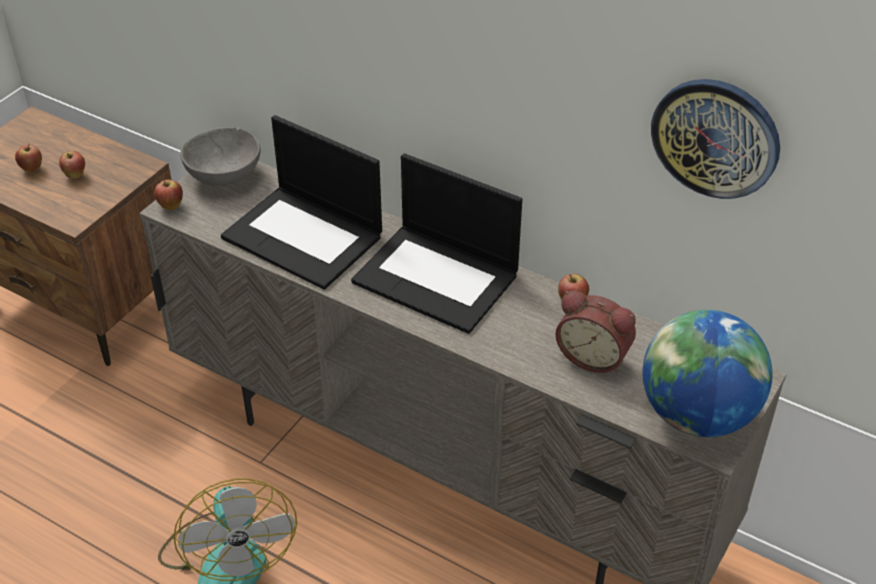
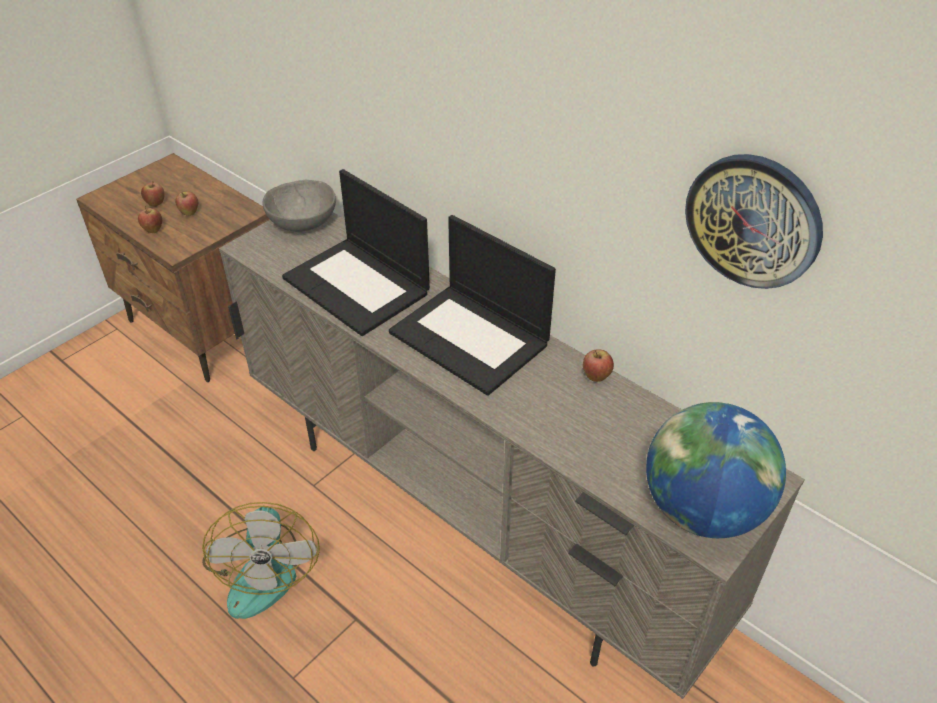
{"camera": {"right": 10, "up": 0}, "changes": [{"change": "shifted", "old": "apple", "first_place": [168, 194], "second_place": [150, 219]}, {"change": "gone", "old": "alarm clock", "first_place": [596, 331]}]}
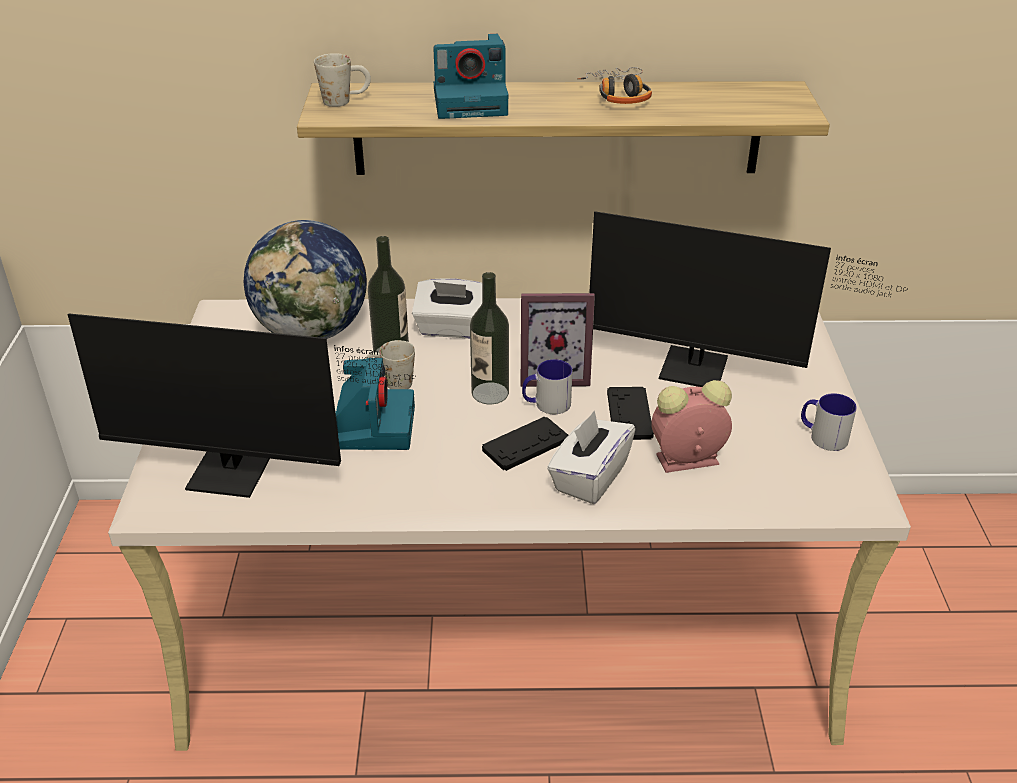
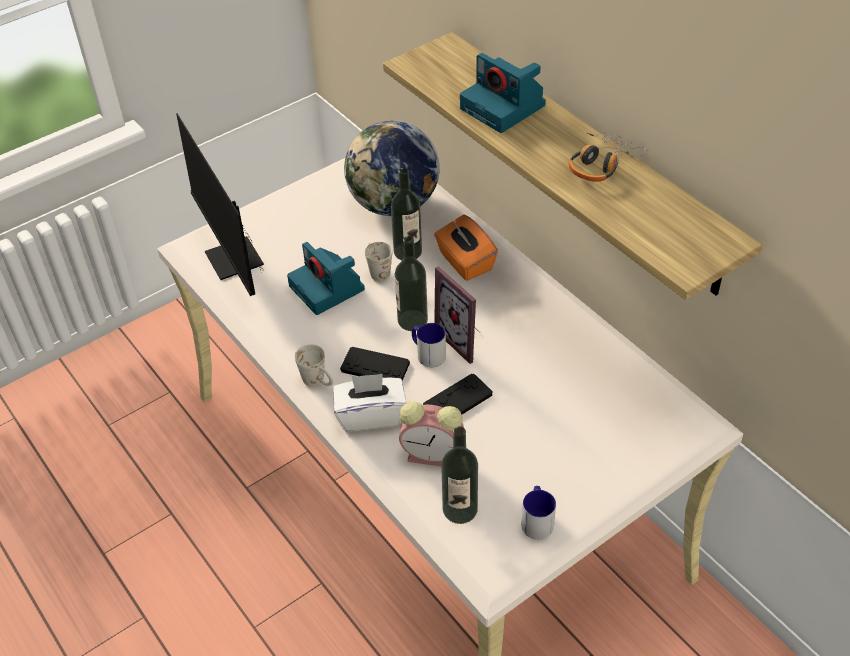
{"camera": {"right": 55, "up": 10}, "changes": [{"change": "rotated", "old": "photo camera", "first_place": [375, 404], "second_place": [326, 278], "degrees": 90}, {"change": "shifted", "old": "mug in white", "first_place": [342, 80], "second_place": [314, 365]}, {"change": "rotated", "old": "alarm clock", "first_place": [691, 426], "second_place": [431, 433], "degrees": 150}, {"change": "repainted", "old": "tissue box in white", "new": "tissue box in orange", "first_place": [447, 309], "second_place": [466, 247]}, {"change": "new", "new": "bottle", "second_place": [459, 475]}, {"change": "gone", "old": "monitor", "first_place": [748, 299]}]}
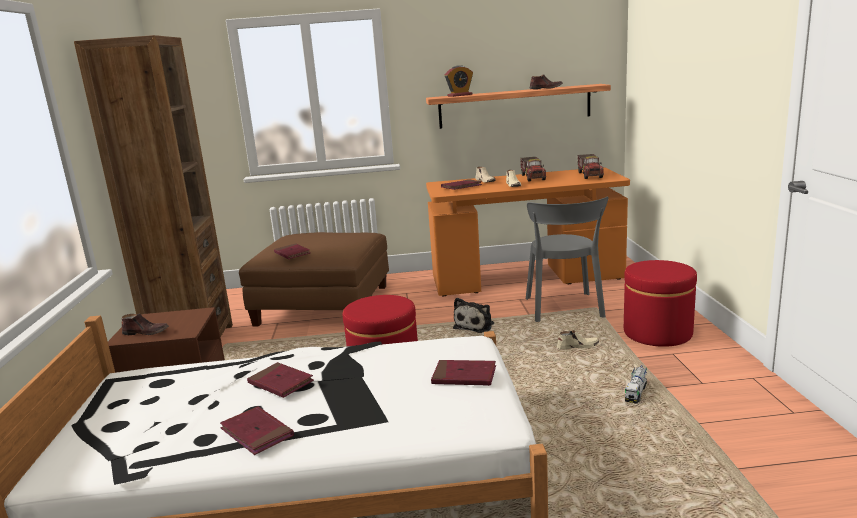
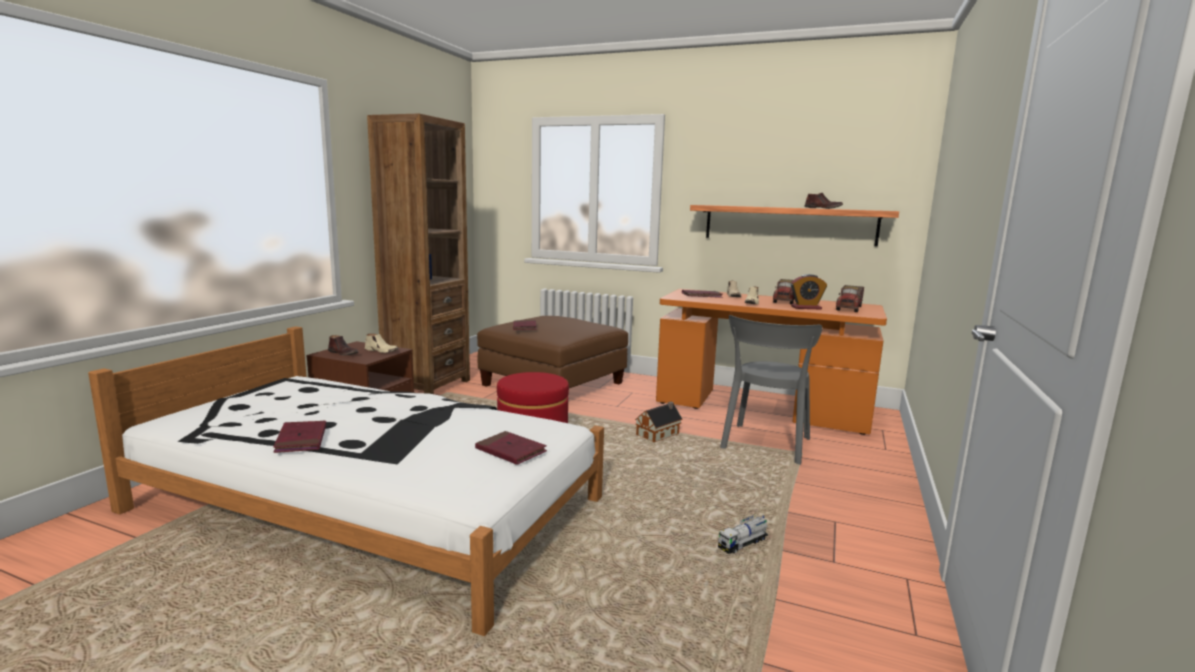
{"camera": {"right": 25, "up": -5}, "changes": [{"change": "shifted", "old": "shoe in beige", "first_place": [578, 339], "second_place": [381, 343]}, {"change": "swapped", "old": "plush toy", "new": "toy house", "first_place": [473, 315], "second_place": [659, 421]}, {"change": "shifted", "old": "alarm clock", "first_place": [459, 81], "second_place": [809, 291]}, {"change": "gone", "old": "book in red", "first_place": [280, 380]}, {"change": "gone", "old": "ottoman in red", "first_place": [660, 303]}]}
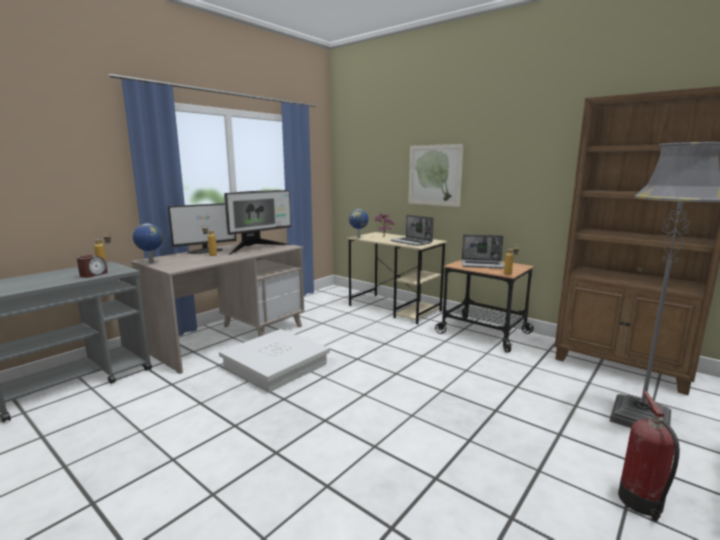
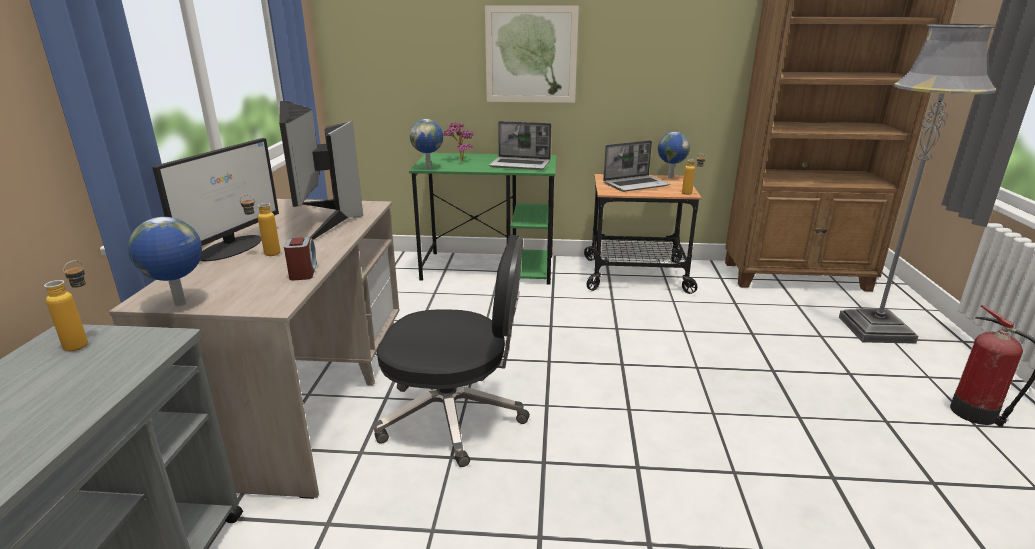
{"camera": {"right": -35, "up": 10}, "changes": [{"change": "rotated", "old": "monitor", "first_place": [257, 222], "second_place": [321, 170], "degrees": 150}, {"change": "shifted", "old": "alarm clock", "first_place": [92, 266], "second_place": [300, 258]}, {"change": "swapped", "old": "storage box in white", "new": "office chair in black", "first_place": [274, 360], "second_place": [452, 351]}, {"change": "repainted", "old": "desk in beige", "new": "desk in green", "first_place": [397, 278], "second_place": [483, 219]}, {"change": "new", "new": "globe", "second_place": [674, 155]}]}
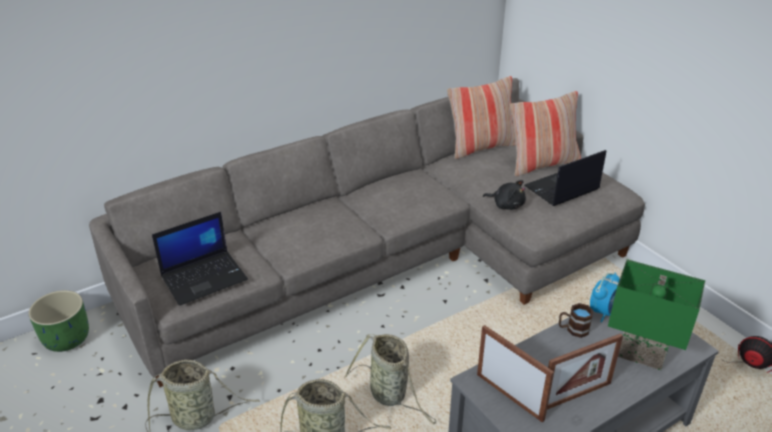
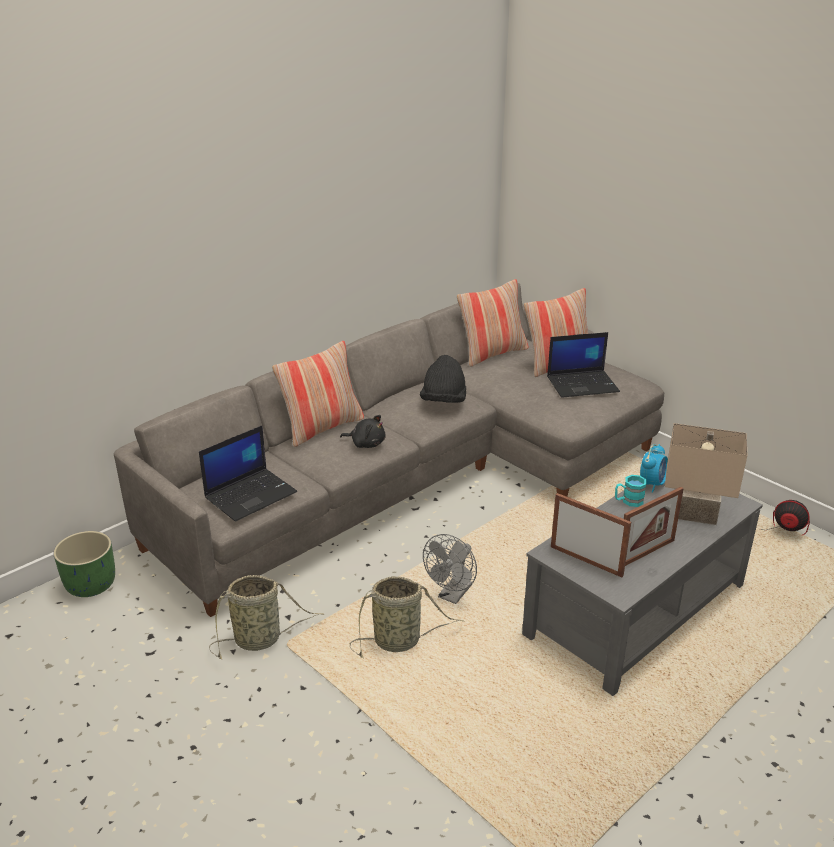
{"camera": {"right": -10, "up": -5}, "changes": [{"change": "new", "new": "pillow", "second_place": [318, 394]}, {"change": "shifted", "old": "plush toy in black", "first_place": [504, 195], "second_place": [363, 431]}, {"change": "new", "new": "hat in black", "second_place": [443, 379]}, {"change": "swapped", "old": "basket", "new": "fan in grey", "first_place": [390, 379], "second_place": [450, 569]}, {"change": "rotated", "old": "laptop", "first_place": [565, 178], "second_place": [583, 365], "degrees": -150}, {"change": "repainted", "old": "mug in brown", "new": "mug in turquoise", "first_place": [576, 320], "second_place": [631, 491]}, {"change": "repainted", "old": "table lamp in green", "new": "table lamp in beige", "first_place": [656, 314], "second_place": [706, 474]}]}
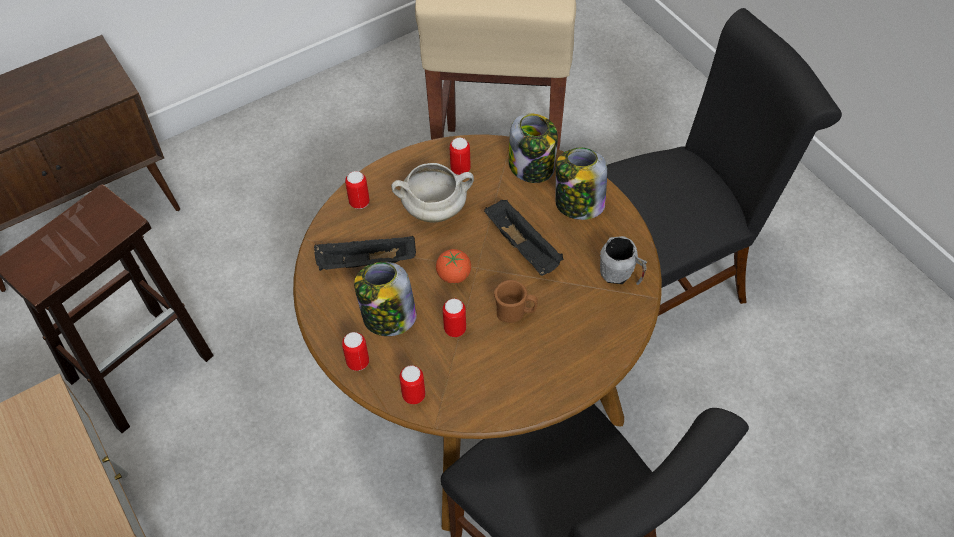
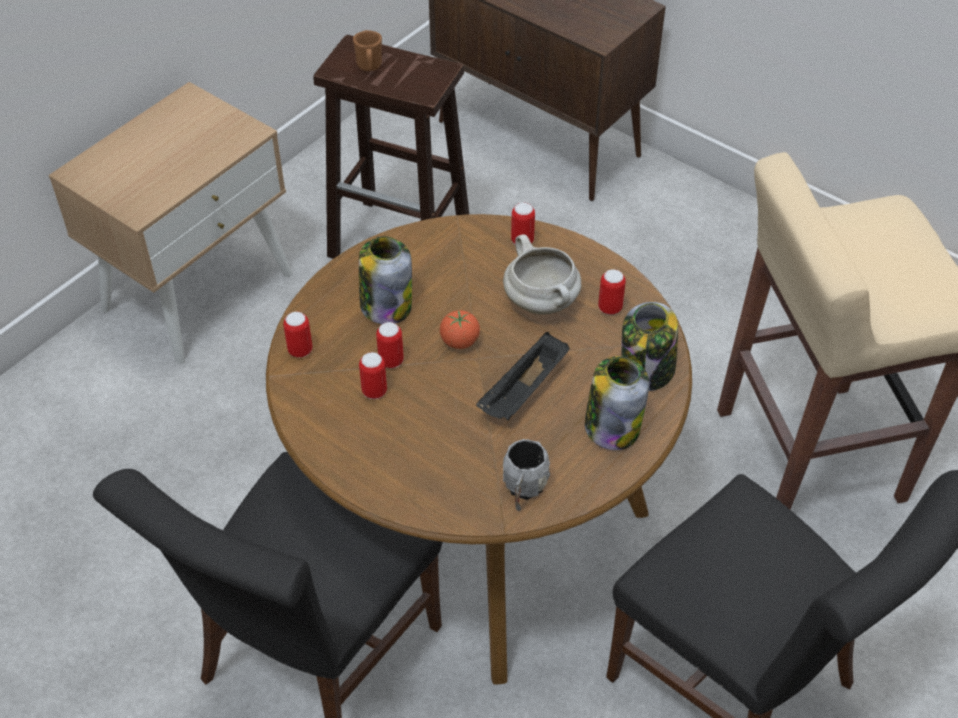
{"camera": {"right": 70, "up": -5}, "changes": [{"change": "shifted", "old": "mug in brown", "first_place": [516, 301], "second_place": [367, 50]}, {"change": "shifted", "old": "can", "first_place": [355, 351], "second_place": [373, 375]}, {"change": "gone", "old": "tray in black", "first_place": [365, 253]}]}
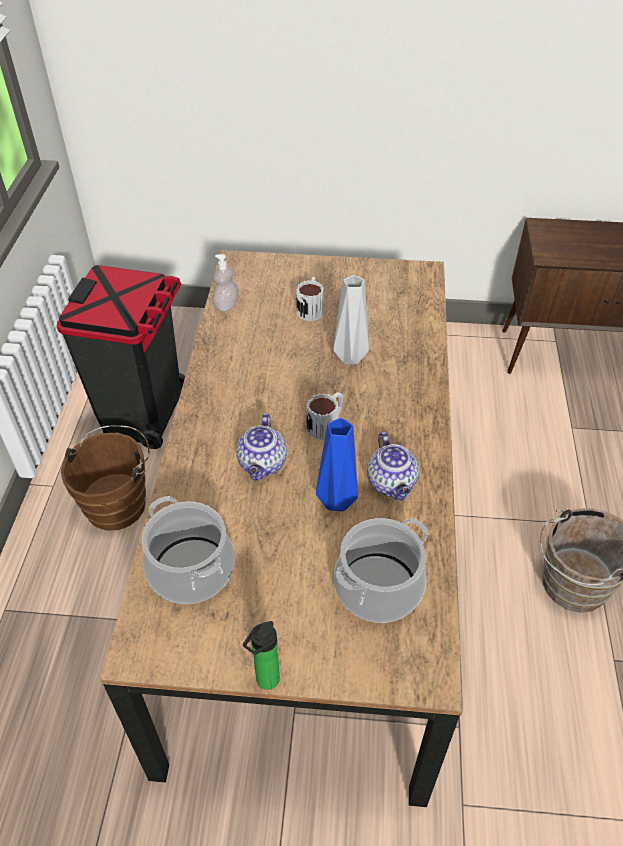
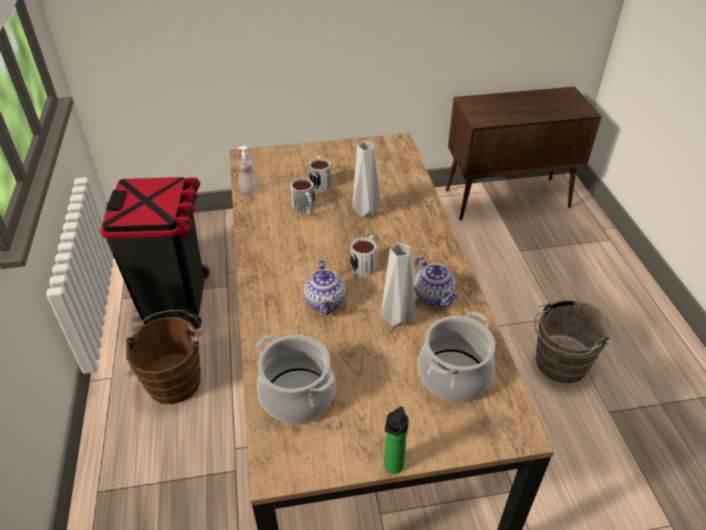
{"camera": {"right": -15, "up": -5}, "changes": [{"change": "new", "new": "mug", "second_place": [302, 195]}, {"change": "repainted", "old": "vase in blue", "new": "vase in grey", "first_place": [337, 465], "second_place": [398, 284]}]}
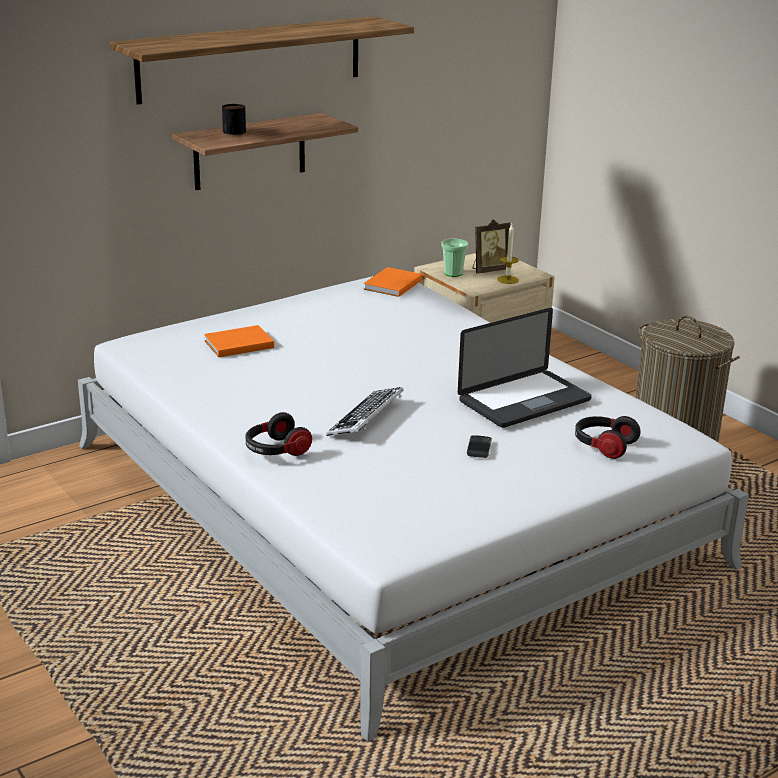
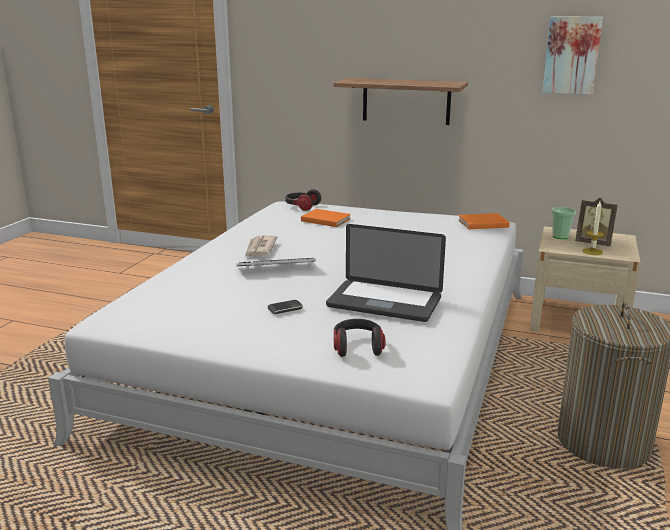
{"camera": {"right": 55, "up": -5}, "changes": [{"change": "new", "new": "newspaper", "second_place": [261, 246]}, {"change": "shifted", "old": "headphones", "first_place": [279, 434], "second_place": [303, 200]}, {"change": "new", "new": "picture", "second_place": [573, 55]}, {"change": "gone", "old": "shelf", "first_place": [262, 60]}, {"change": "gone", "old": "mug", "first_place": [234, 119]}]}
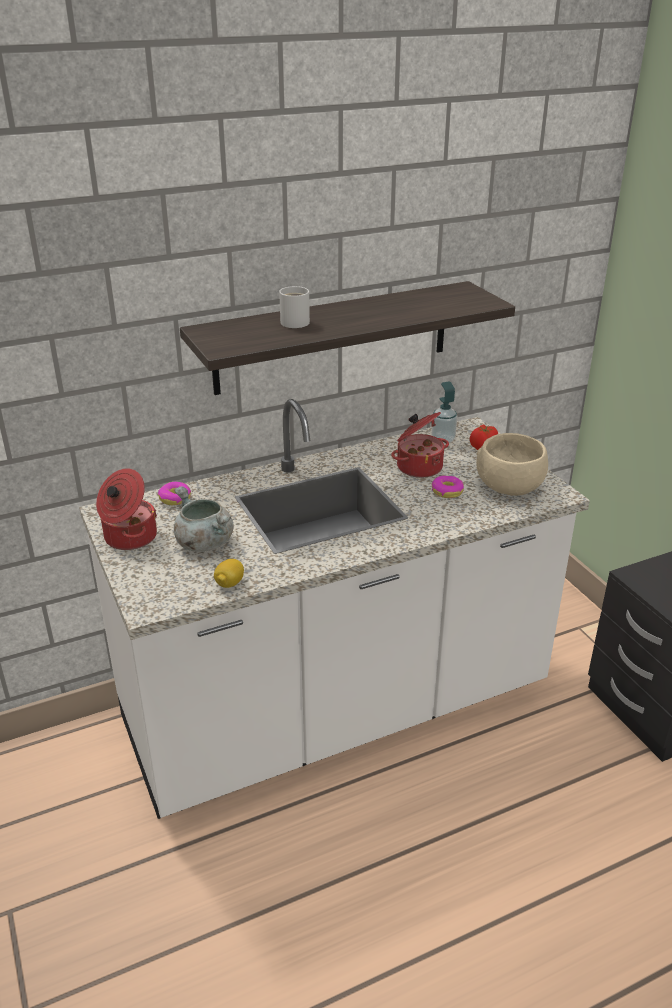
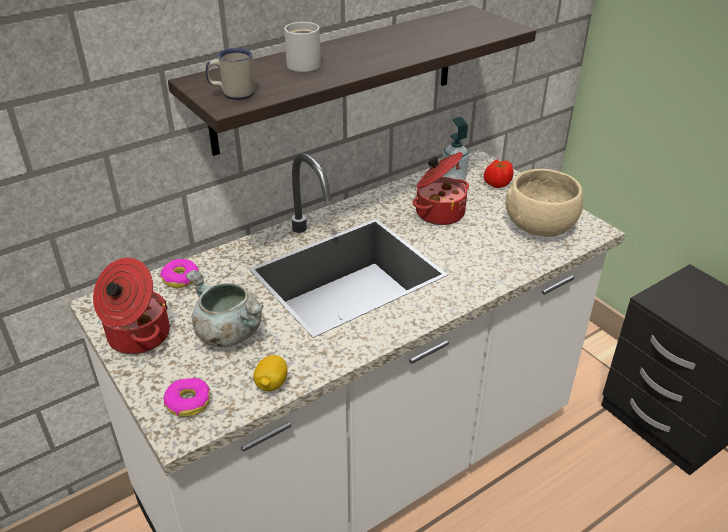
{"camera": {"right": -10, "up": 5}, "changes": [{"change": "shifted", "old": "donut", "first_place": [448, 486], "second_place": [187, 397]}, {"change": "new", "new": "mug in white", "second_place": [230, 74]}]}
